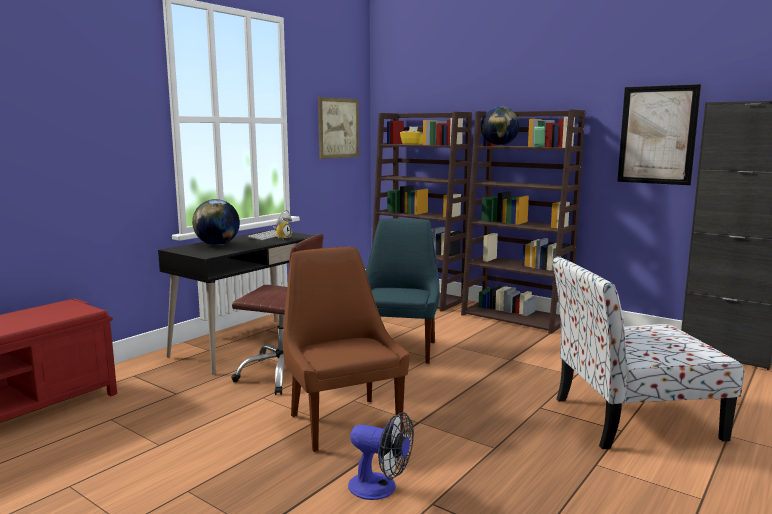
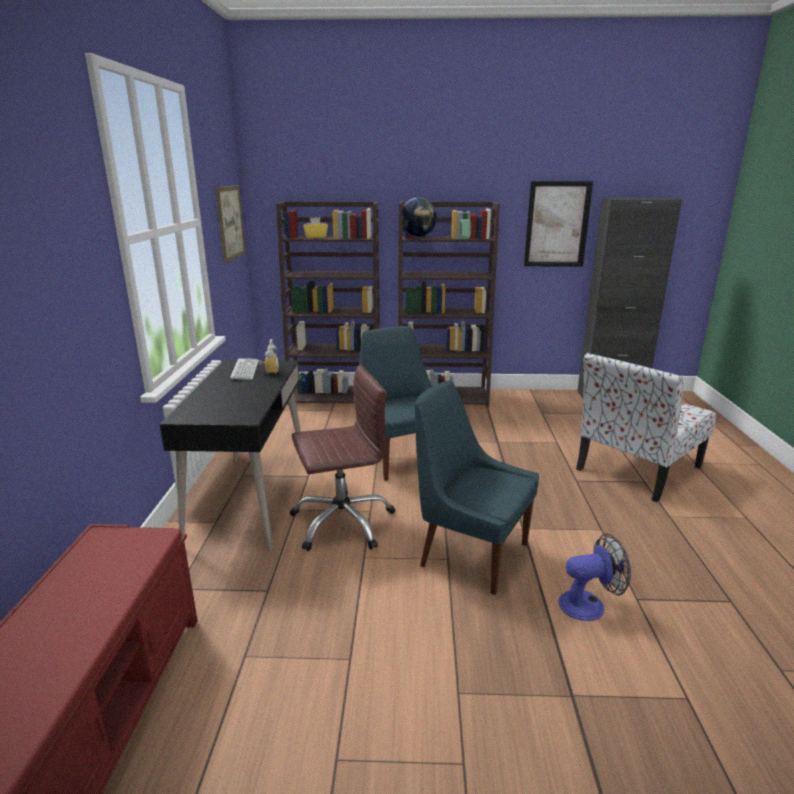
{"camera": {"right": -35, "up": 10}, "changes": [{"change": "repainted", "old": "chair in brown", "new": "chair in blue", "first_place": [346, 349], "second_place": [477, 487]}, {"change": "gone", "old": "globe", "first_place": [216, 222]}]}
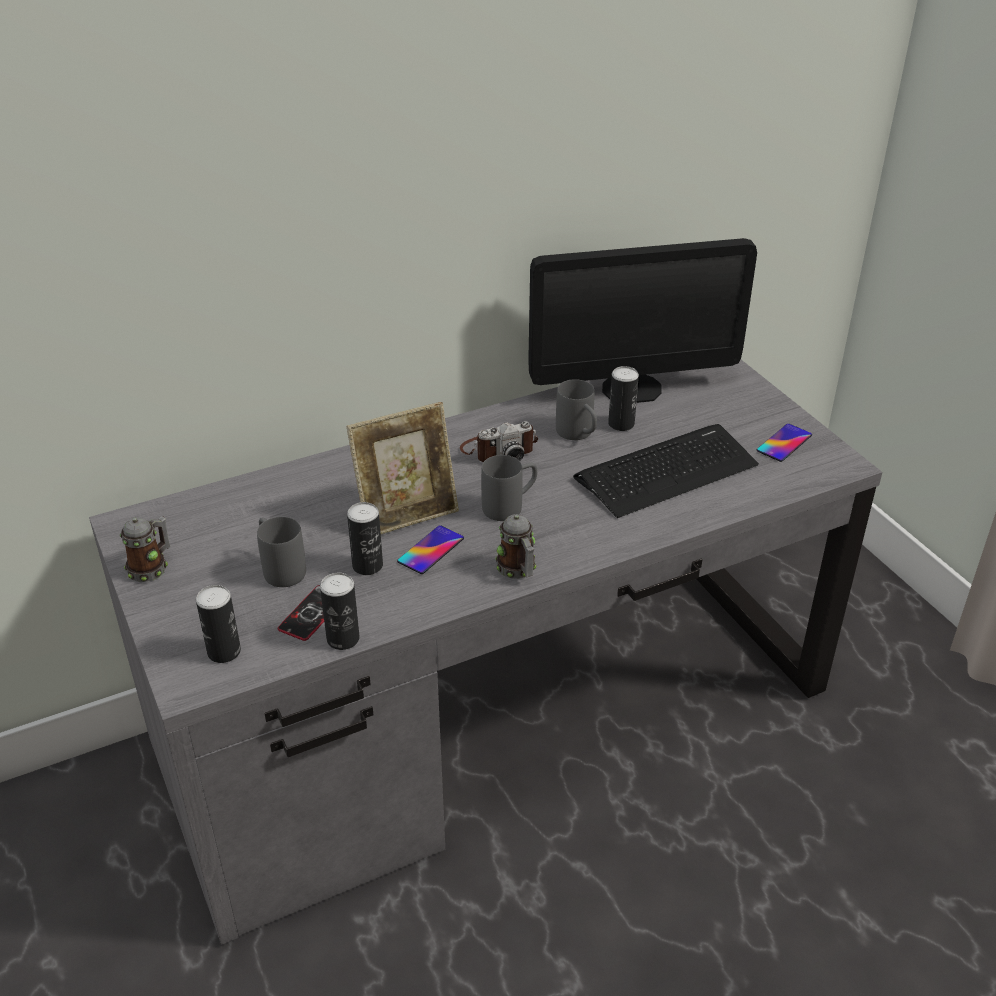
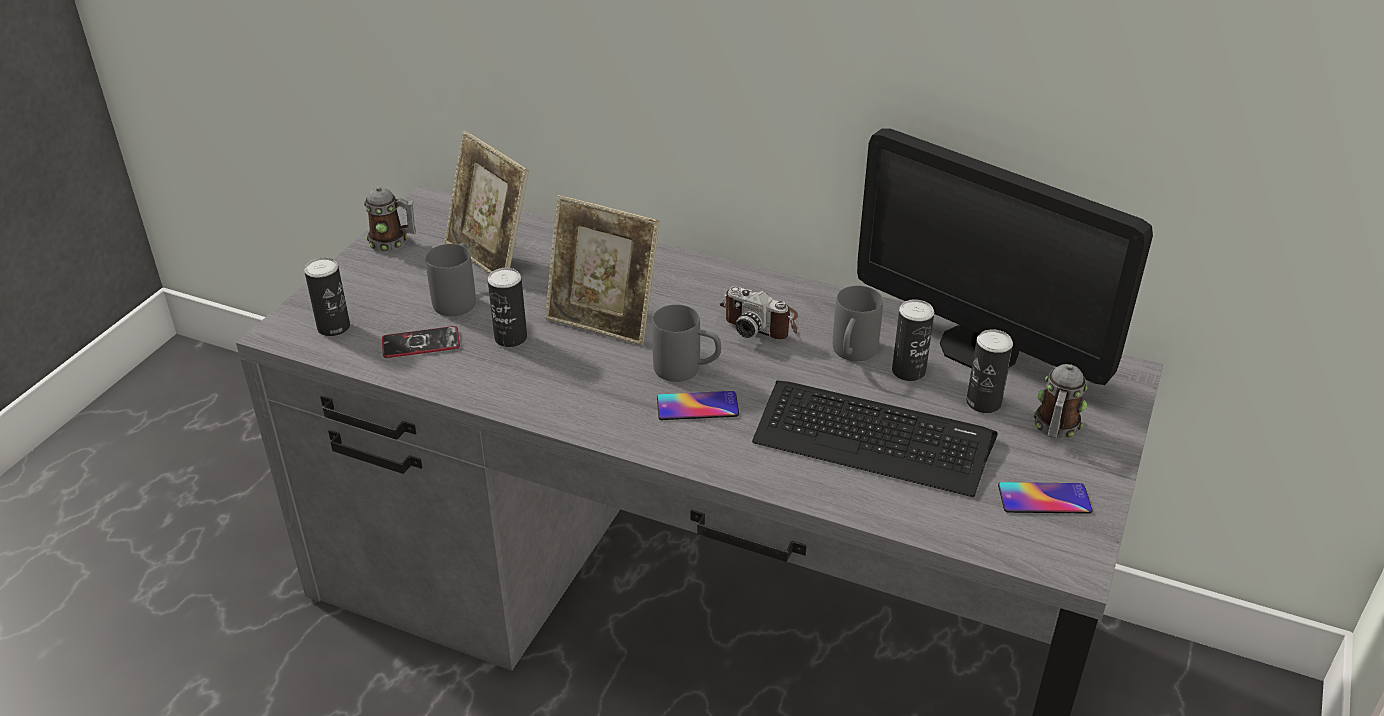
{"camera": {"right": 50, "up": 0}, "changes": [{"change": "new", "new": "picture frame", "second_place": [486, 202]}, {"change": "shifted", "old": "phone", "first_place": [430, 549], "second_place": [698, 405]}, {"change": "shifted", "old": "can", "first_place": [340, 611], "second_place": [989, 371]}, {"change": "shifted", "old": "mug", "first_place": [516, 546], "second_place": [1060, 401]}]}
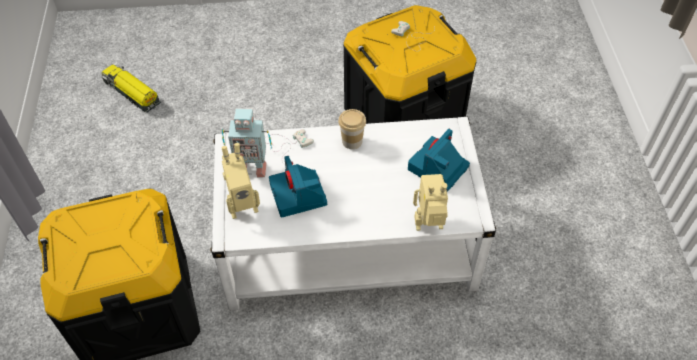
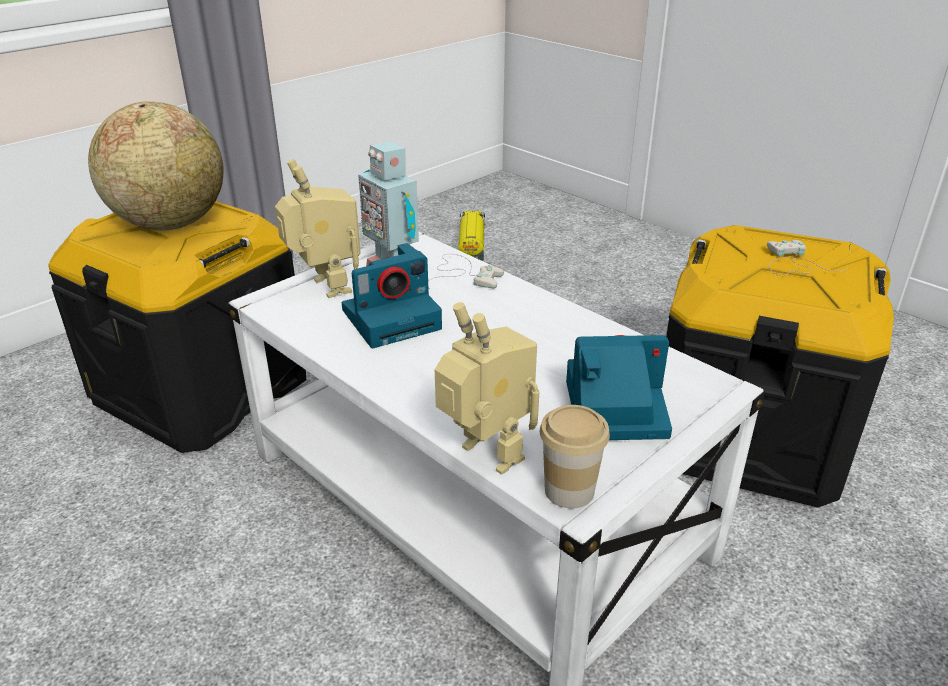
{"camera": {"right": 50, "up": -20}, "changes": [{"change": "new", "new": "globe", "second_place": [155, 166]}, {"change": "rotated", "old": "toy robot", "first_place": [241, 181], "second_place": [318, 228], "degrees": -150}, {"change": "rotated", "old": "photo camera", "first_place": [298, 187], "second_place": [392, 295], "degrees": -150}, {"change": "shifted", "old": "cup", "first_place": [352, 129], "second_place": [575, 456]}]}
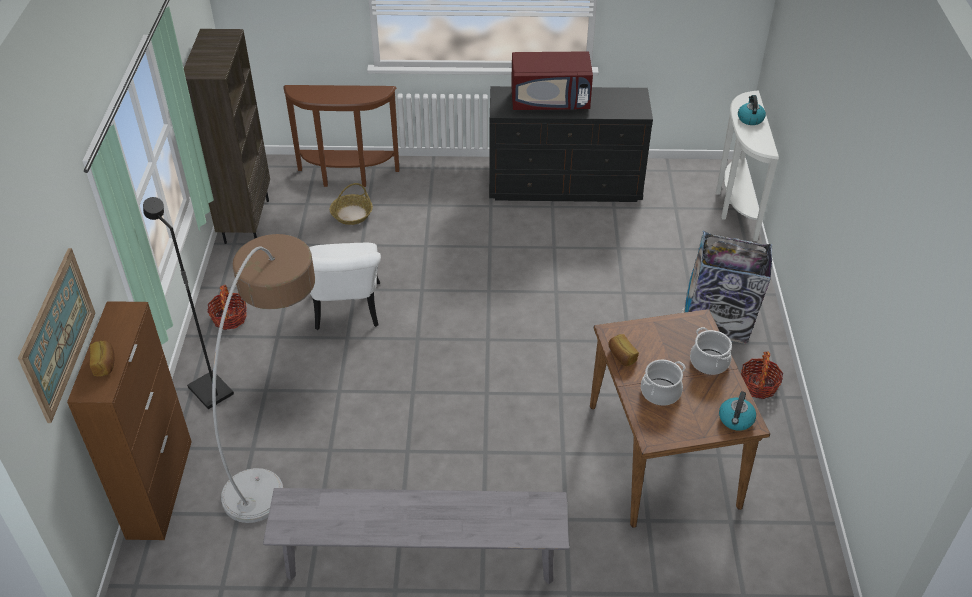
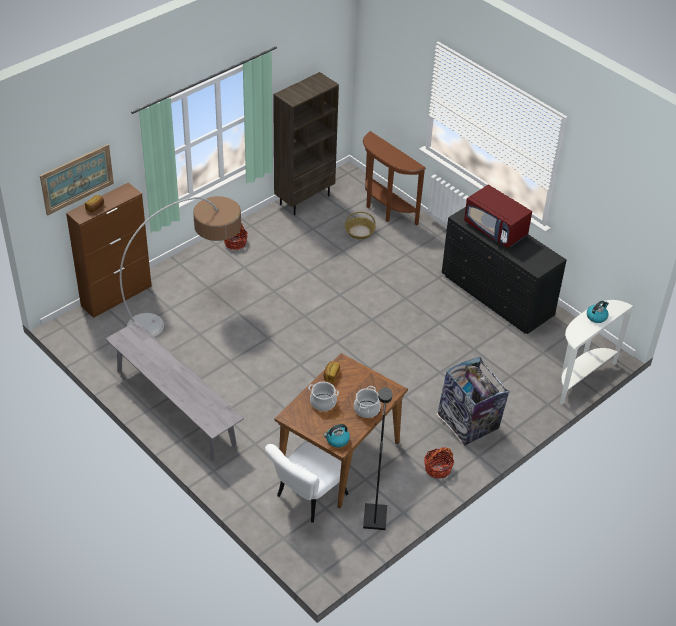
{"camera": {"right": 45, "up": 0}, "changes": [{"change": "shifted", "old": "chair in white", "first_place": [345, 286], "second_place": [307, 482]}, {"change": "shifted", "old": "floor lamp in black", "first_place": [188, 303], "second_place": [377, 458]}]}
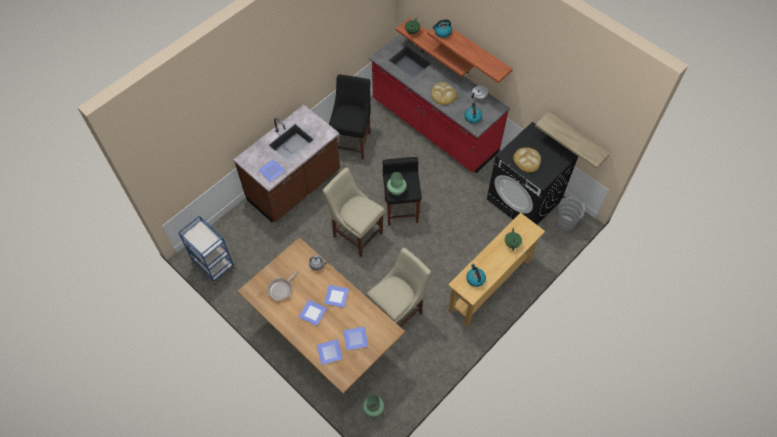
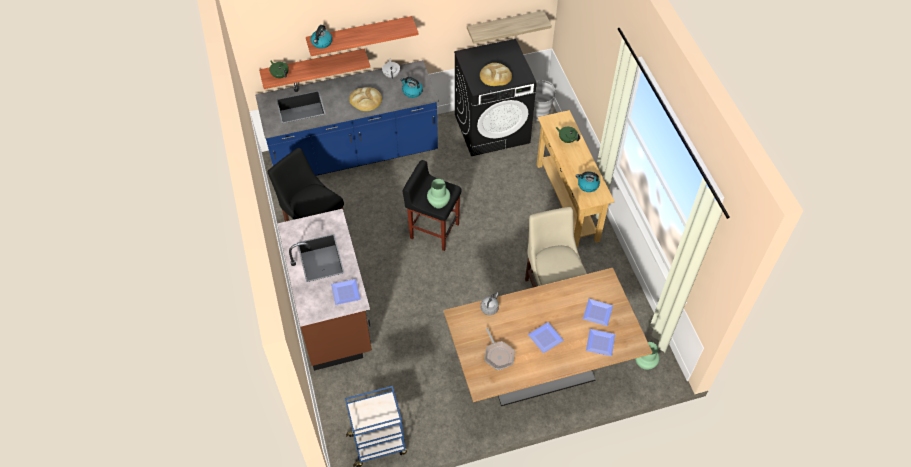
{"camera": {"right": -60, "up": -5}, "changes": [{"change": "repainted", "old": "counter in red", "new": "counter in blue", "first_place": [439, 103], "second_place": [346, 118]}, {"change": "gone", "old": "chair in beige", "first_place": [354, 212]}, {"change": "gone", "old": "plate", "first_place": [336, 296]}]}
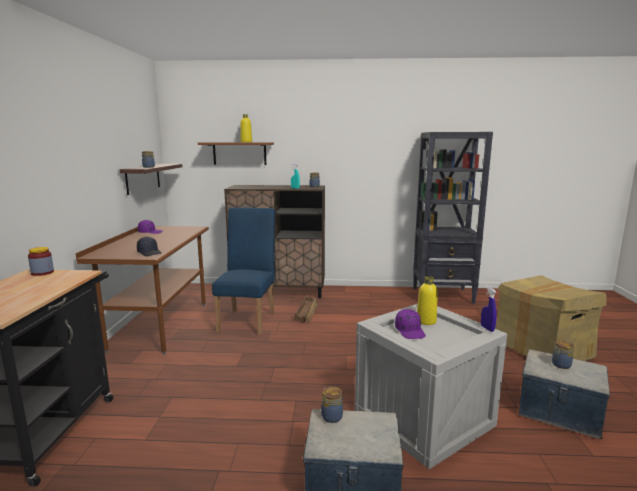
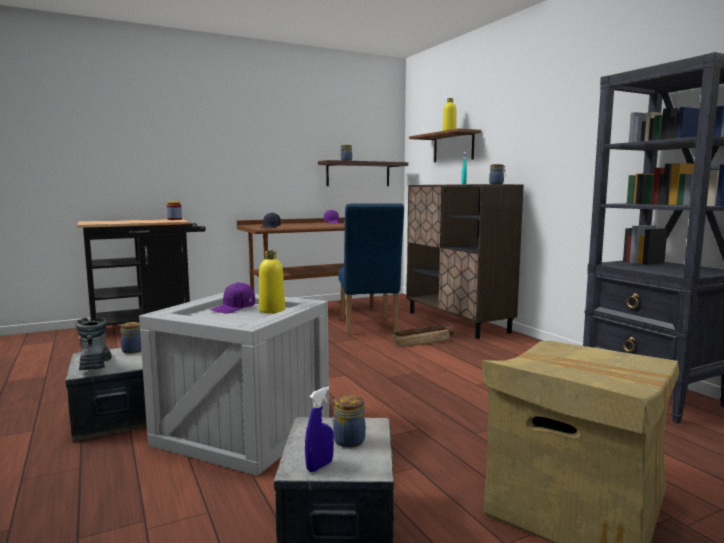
{"camera": {"right": 60, "up": -5}, "changes": [{"change": "new", "new": "boot", "second_place": [94, 343]}, {"change": "shifted", "old": "spray bottle in blue", "first_place": [489, 309], "second_place": [319, 429]}, {"change": "rotated", "old": "chair in blue", "first_place": [243, 271], "second_place": [371, 269], "degrees": 105}]}
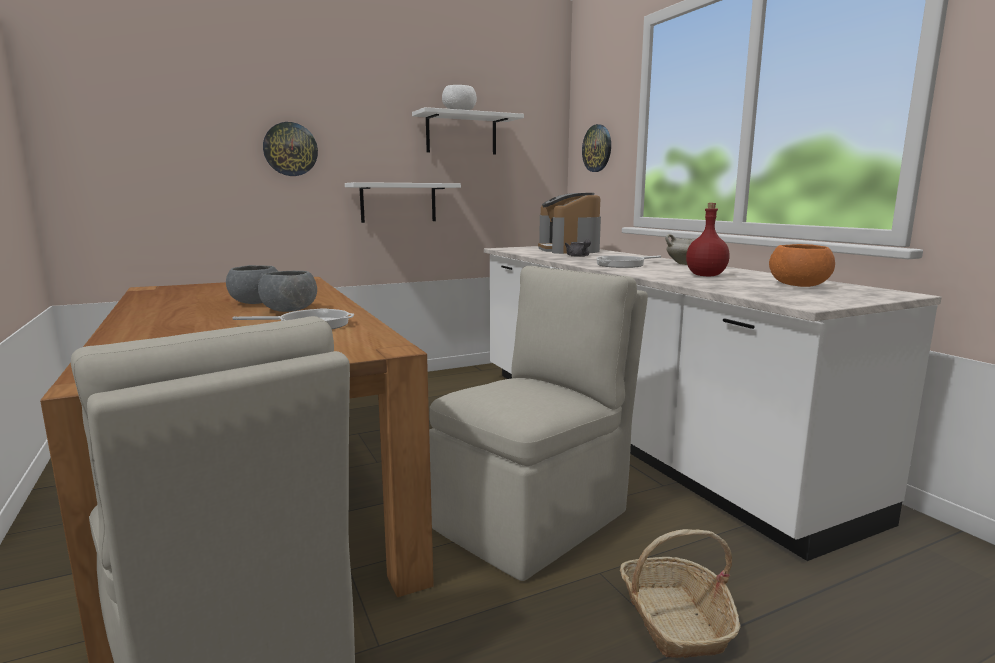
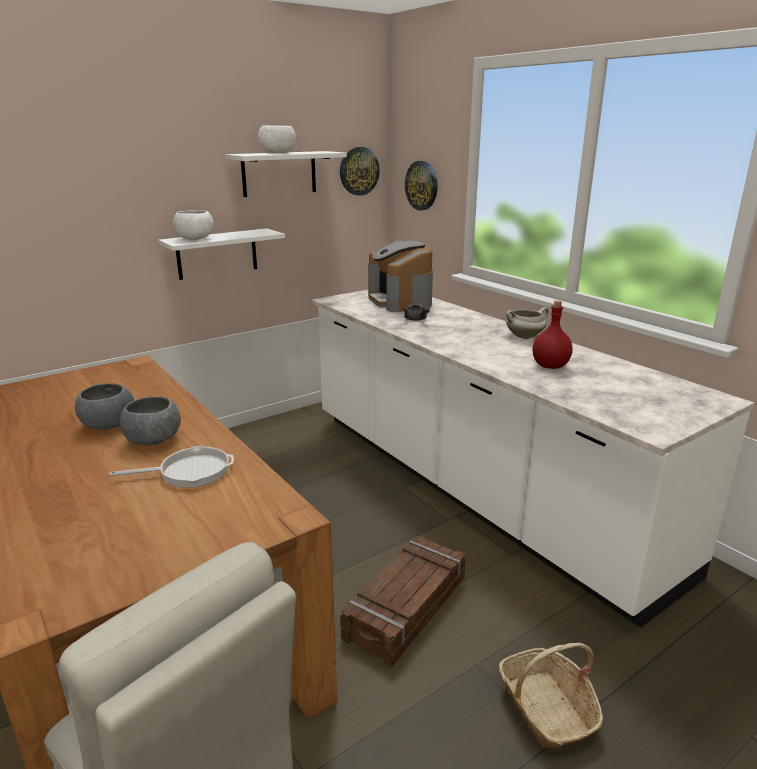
{"camera": {"right": -10, "up": 10}, "changes": [{"change": "new", "new": "bowl in white", "second_place": [193, 225]}, {"change": "shifted", "old": "wall clock", "first_place": [290, 149], "second_place": [360, 171]}, {"change": "swapped", "old": "chair in beige", "new": "crate", "first_place": [538, 423], "second_place": [403, 600]}, {"change": "gone", "old": "frying pan", "first_place": [628, 261]}, {"change": "gone", "old": "bowl in orange", "first_place": [802, 265]}]}
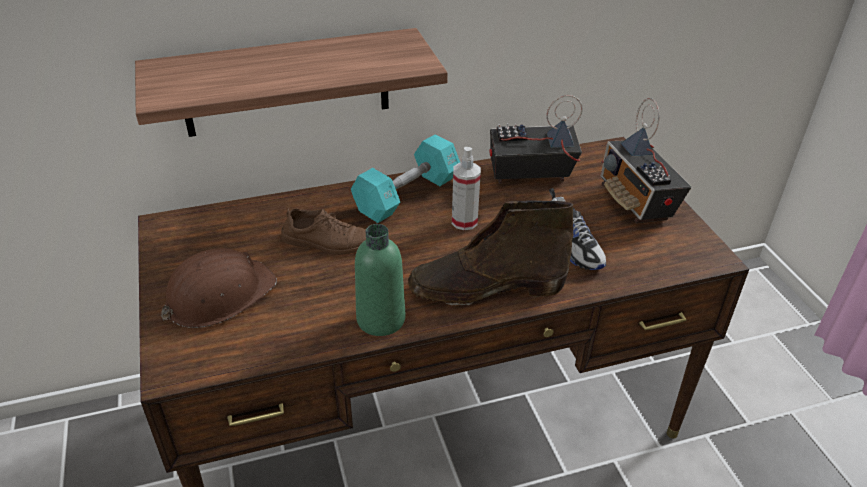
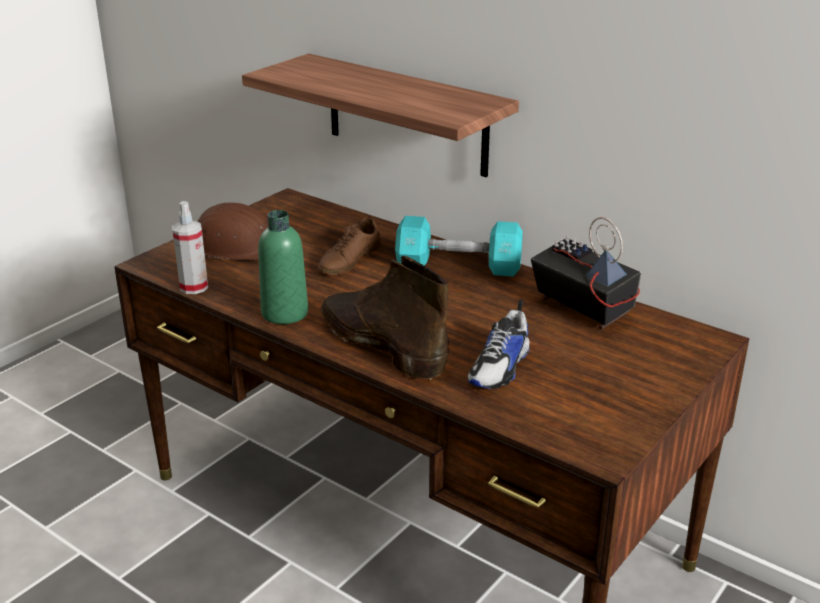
{"camera": {"right": 55, "up": -10}, "changes": [{"change": "shifted", "old": "spray bottle", "first_place": [466, 188], "second_place": [190, 247]}, {"change": "rotated", "old": "shoe in brown", "first_place": [323, 231], "second_place": [349, 245], "degrees": 60}, {"change": "gone", "old": "radio", "first_place": [645, 160]}]}
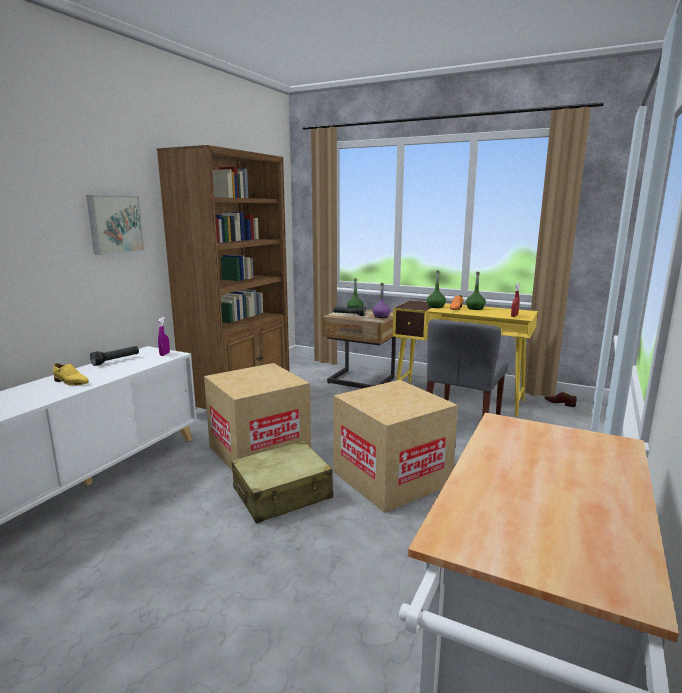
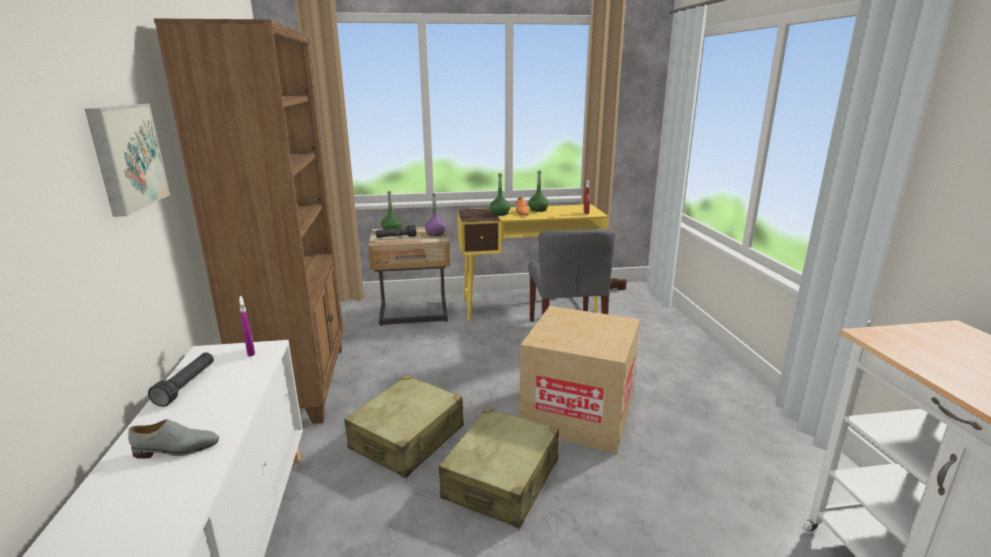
{"camera": {"right": -35, "up": 5}, "changes": [{"change": "repainted", "old": "shoe in yellow", "new": "shoe in grey", "first_place": [71, 374], "second_place": [173, 439]}, {"change": "swapped", "old": "cardboard box", "new": "suitcase in beige", "first_place": [257, 416], "second_place": [404, 426]}]}
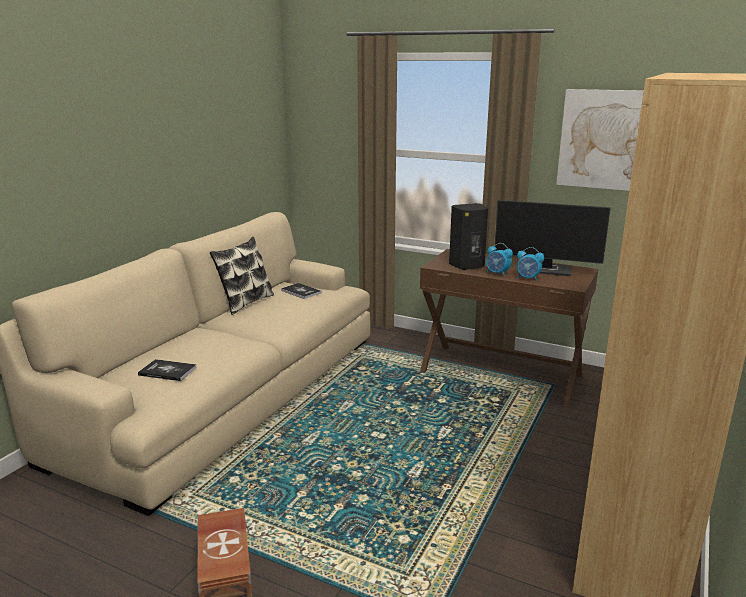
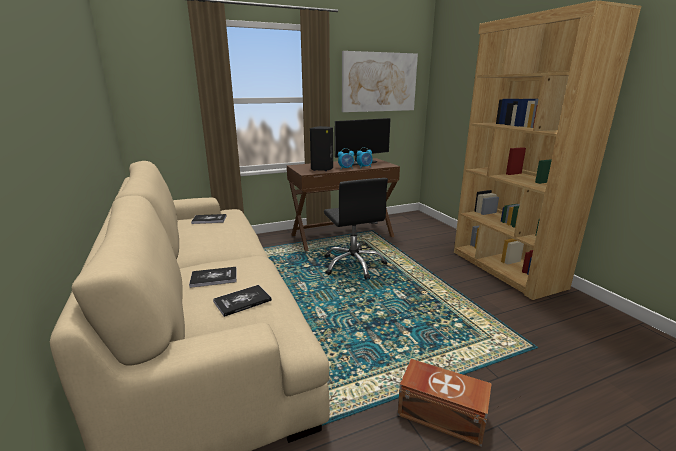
{"camera": {"right": -50, "up": 0}, "changes": [{"change": "new", "new": "book", "second_place": [213, 277]}, {"change": "new", "new": "office chair in black", "second_place": [356, 229]}, {"change": "gone", "old": "pillow", "first_place": [242, 276]}]}
